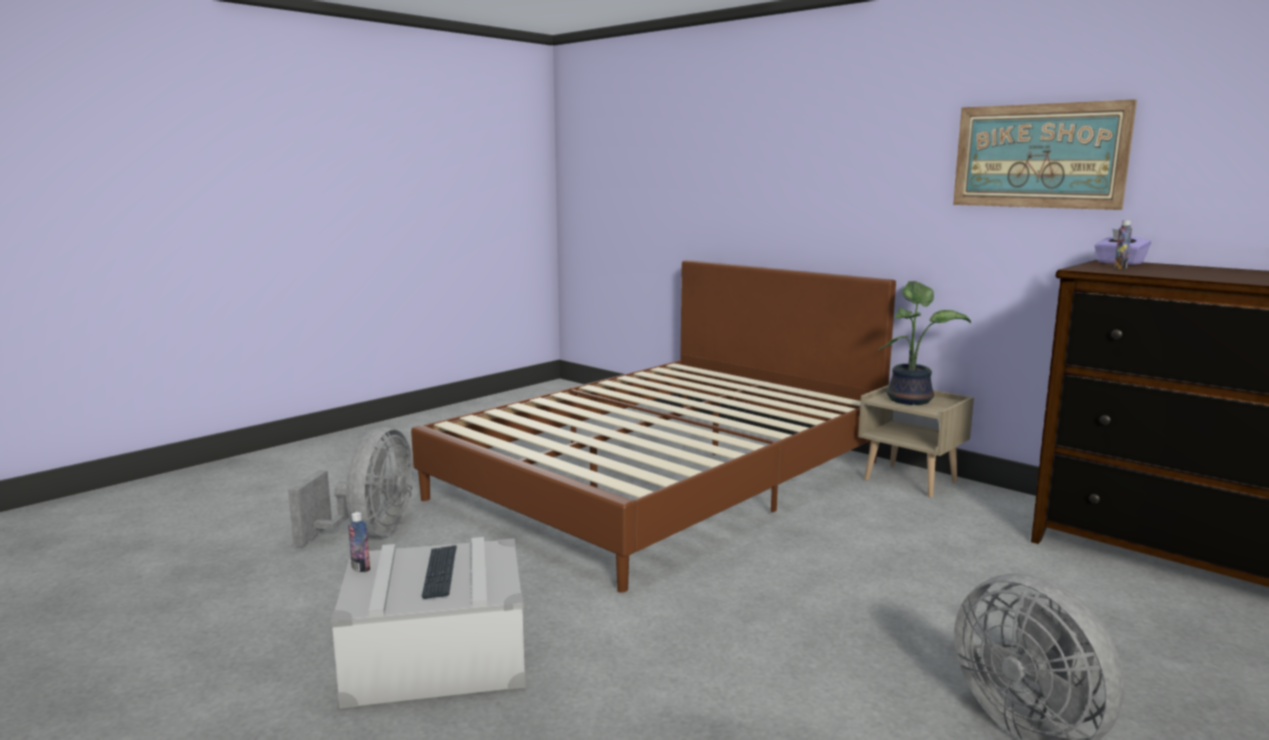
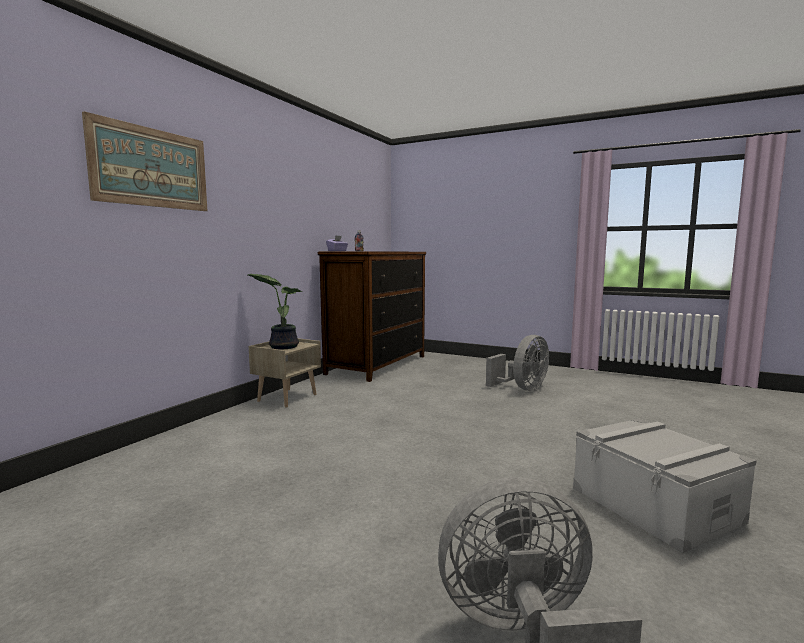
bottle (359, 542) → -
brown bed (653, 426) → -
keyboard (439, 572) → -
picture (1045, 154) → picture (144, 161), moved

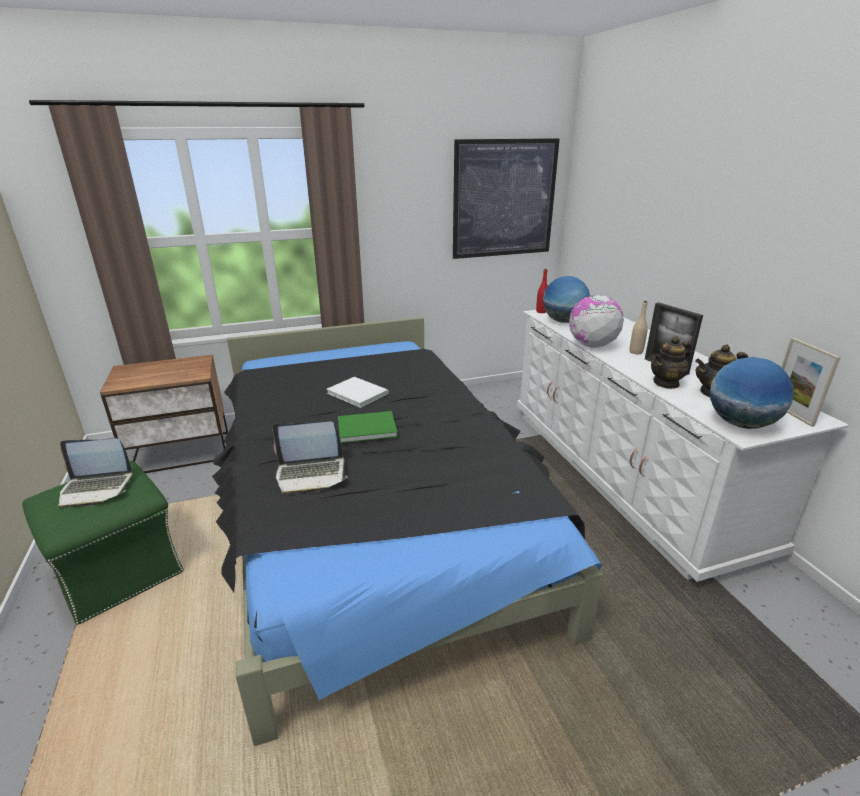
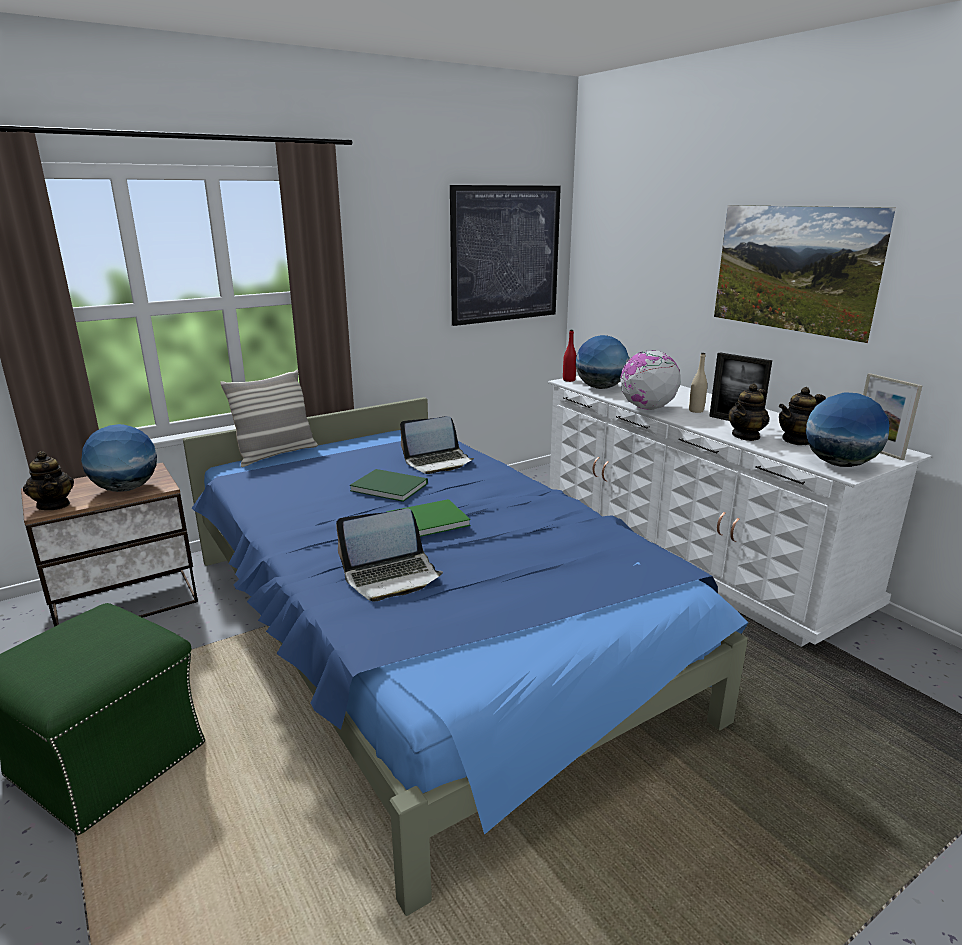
laptop (95, 473) → laptop (437, 445), moved
black bed (407, 531) → blue bed (466, 656)
white book (358, 392) → green book (389, 485)
- → teapot (48, 480)
- → globe (119, 458)
- → pillow (269, 418)
- → picture (805, 274)

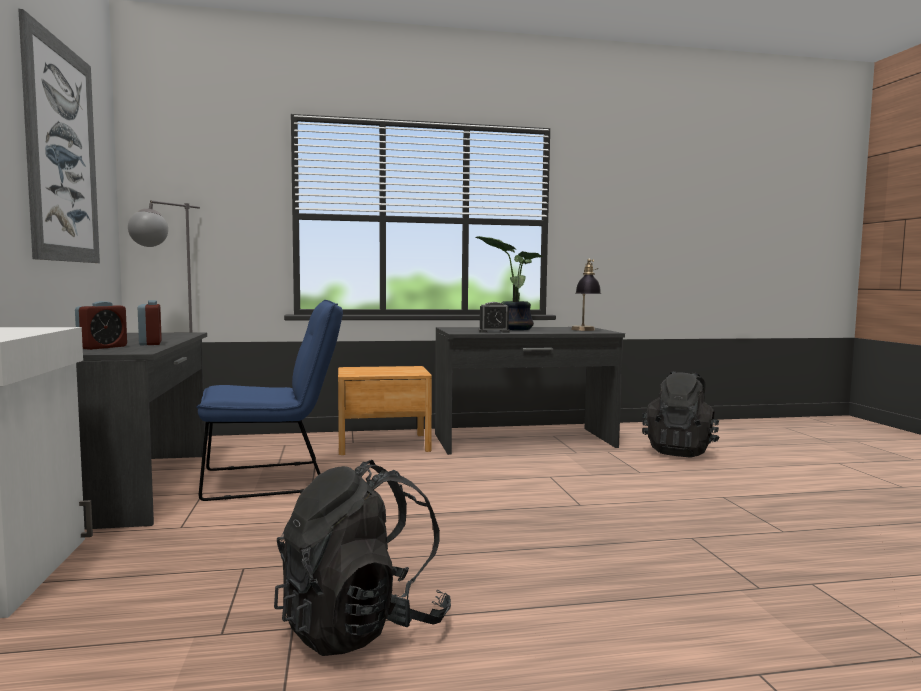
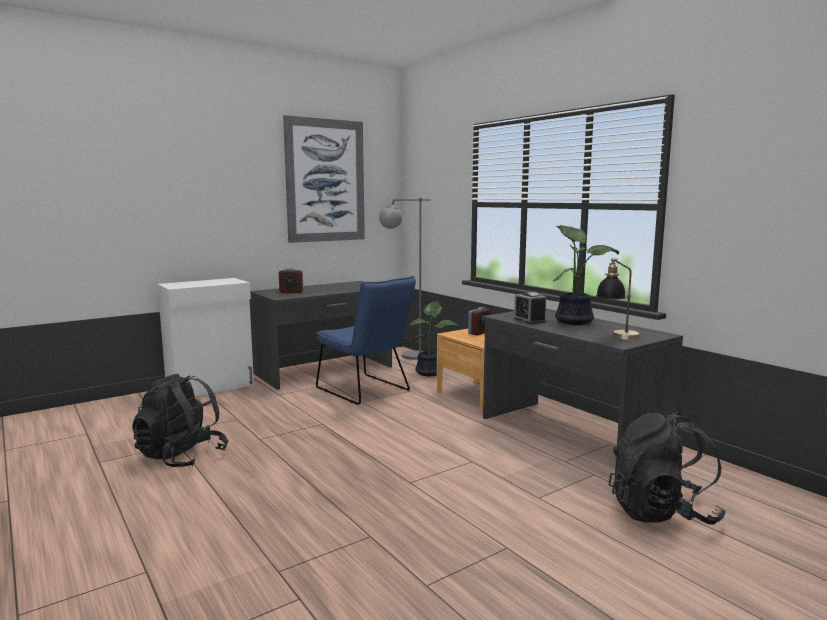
alarm clock (150, 322) → alarm clock (479, 321), moved
- → potted plant (433, 338)

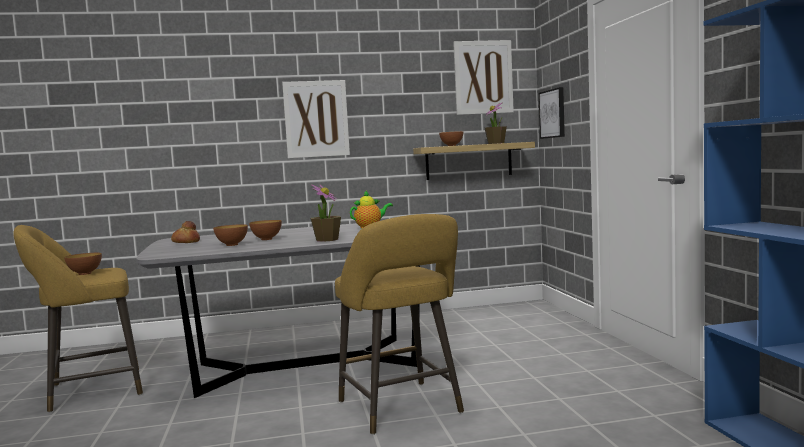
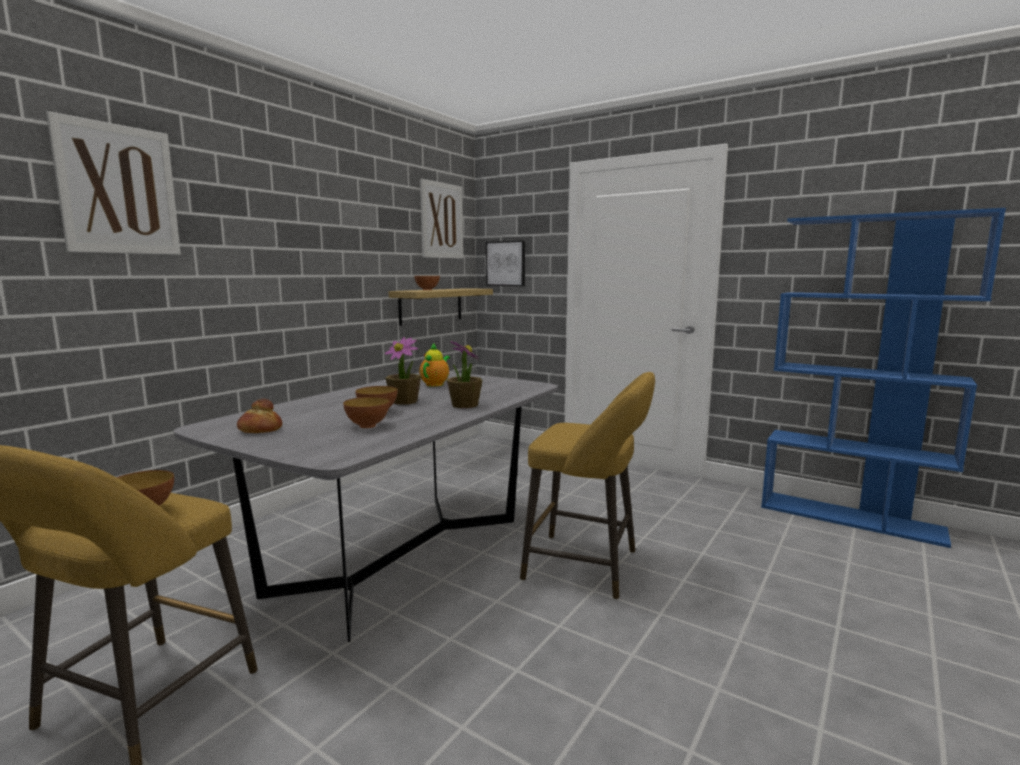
picture (316, 119) → picture (113, 183), moved
potted plant (496, 123) → potted plant (403, 371), moved

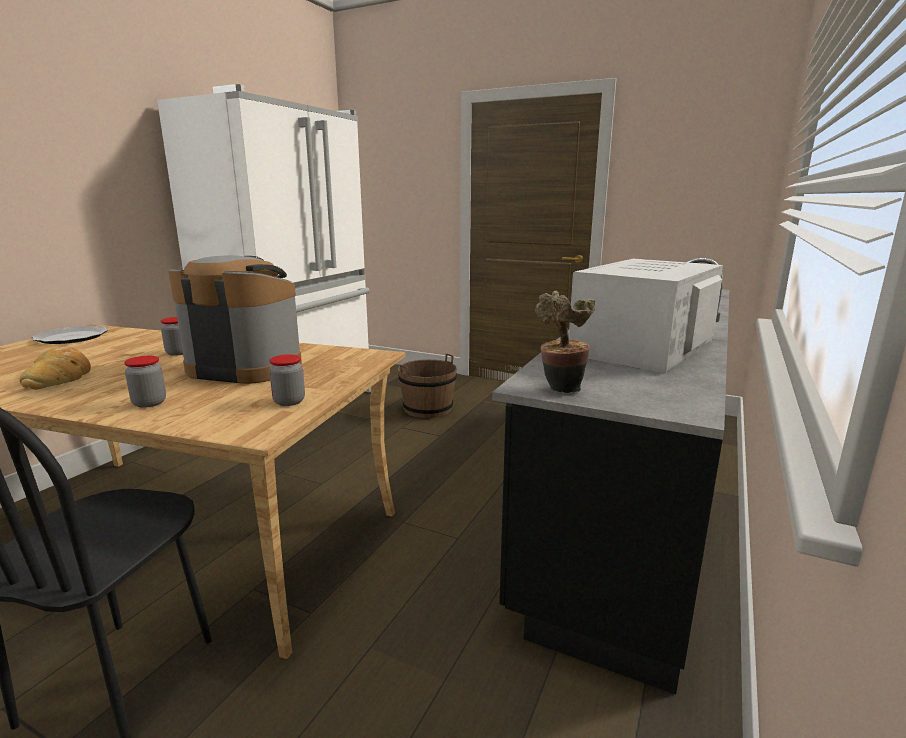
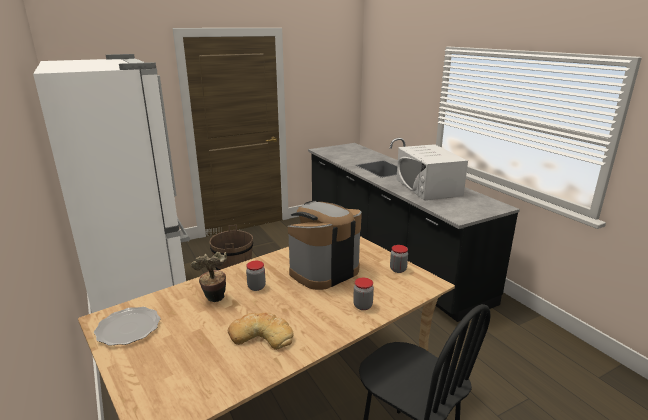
potted plant (565, 342) → potted plant (209, 277), moved

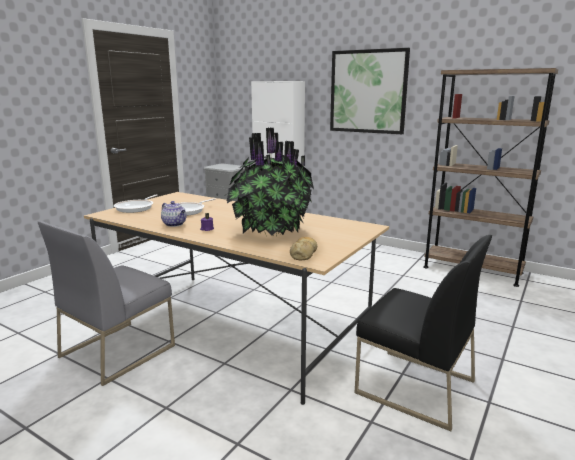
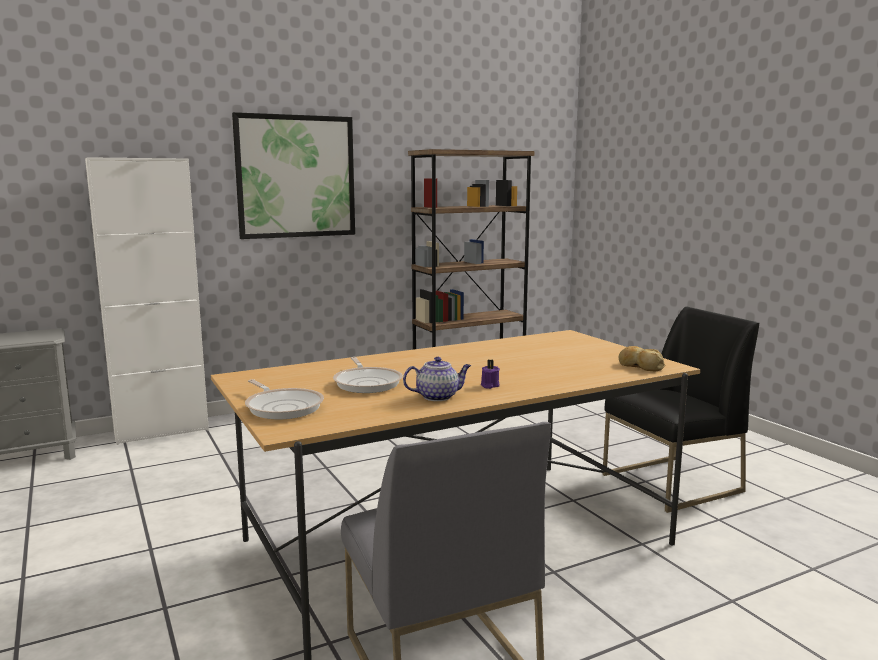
potted plant (270, 181) → -

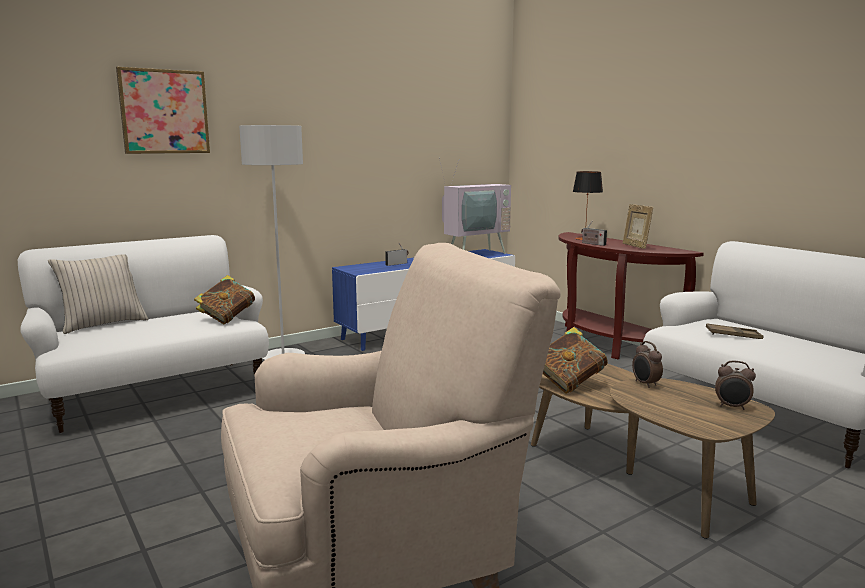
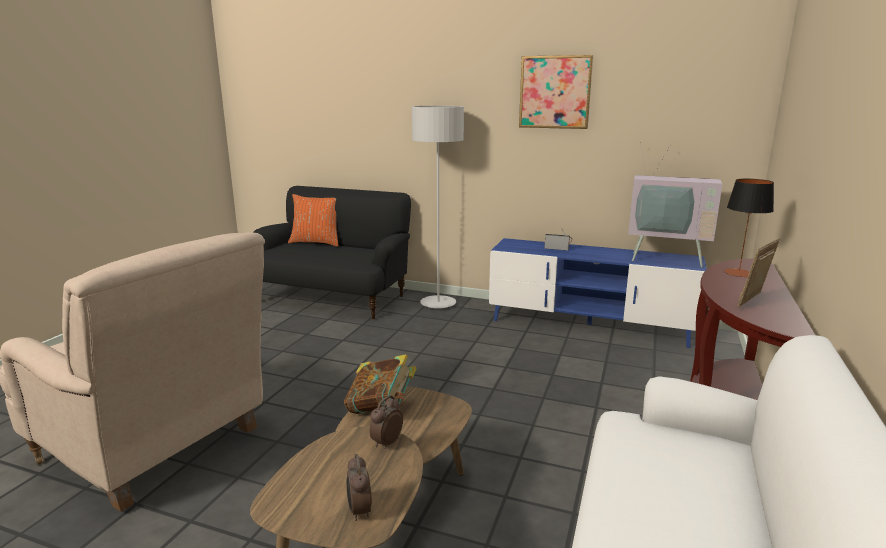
white sofa (143, 334) → black sofa (332, 253)
beige pillow (98, 294) → orange pillow (313, 220)
picture (163, 110) → picture (556, 92), moved
book (224, 299) → -
radio (594, 234) → -
brown tray (734, 331) → -

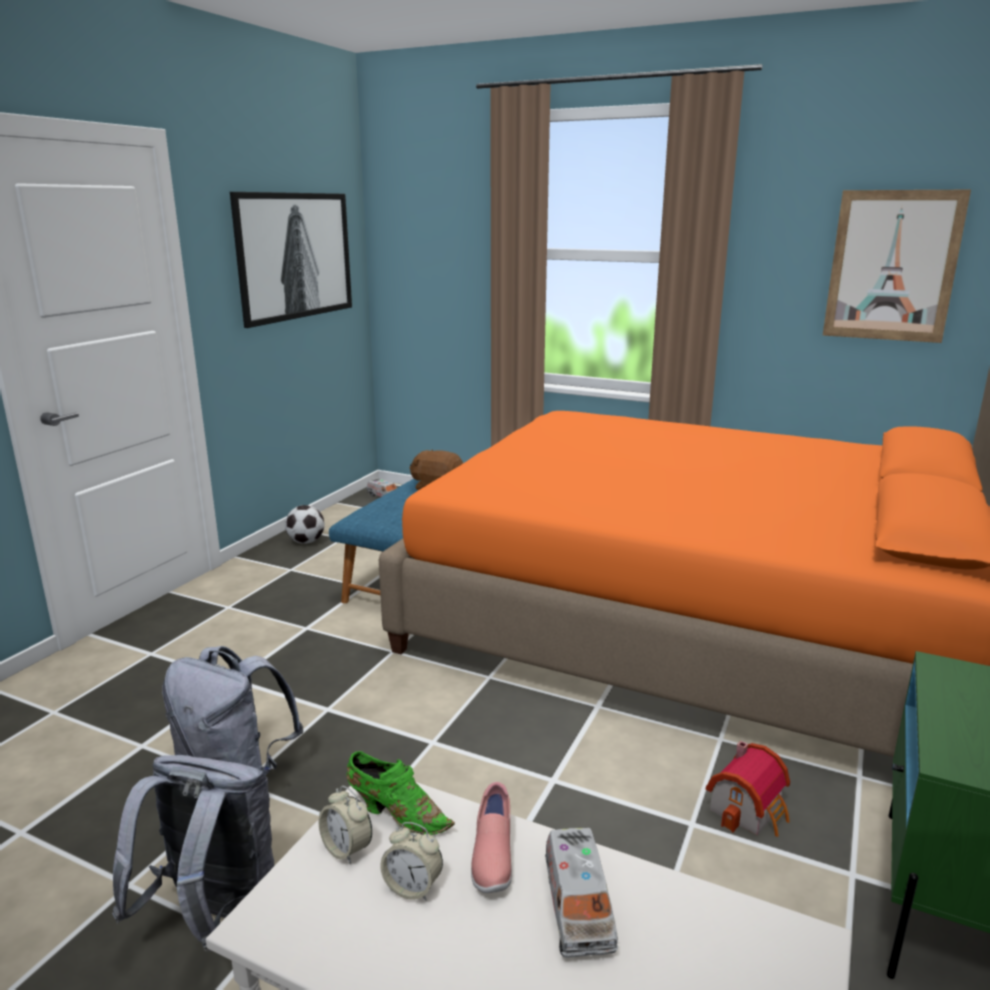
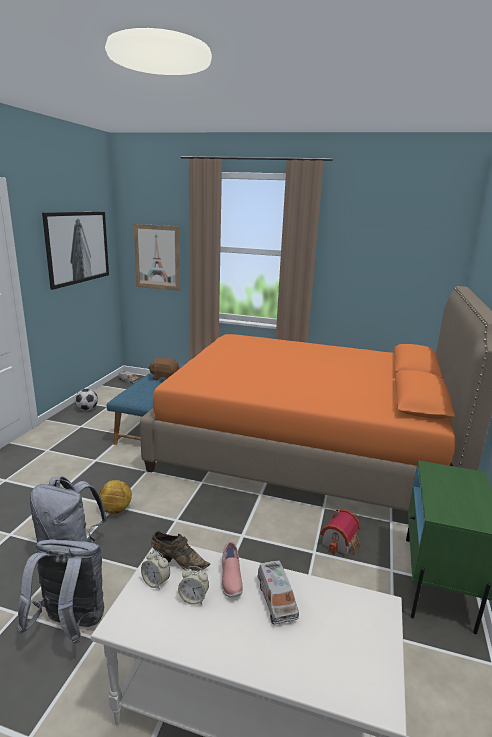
green shoe (400, 793) → brown shoe (180, 551)
picture (897, 266) → picture (157, 257), moved
- → football (115, 497)

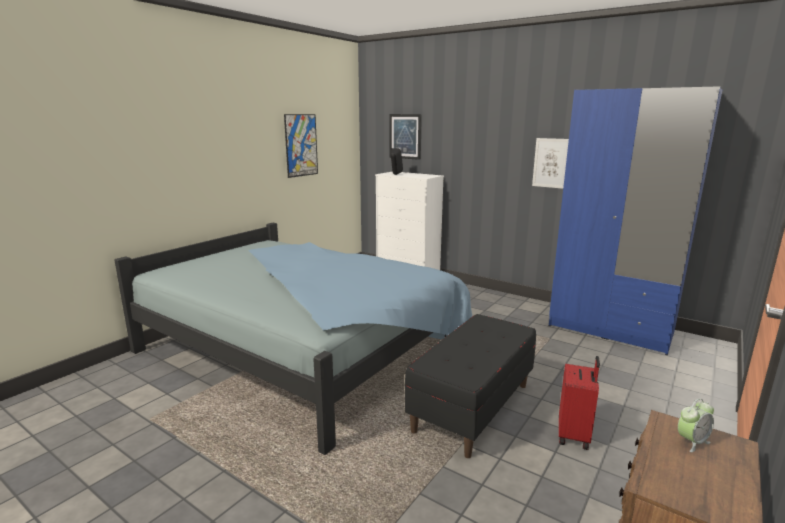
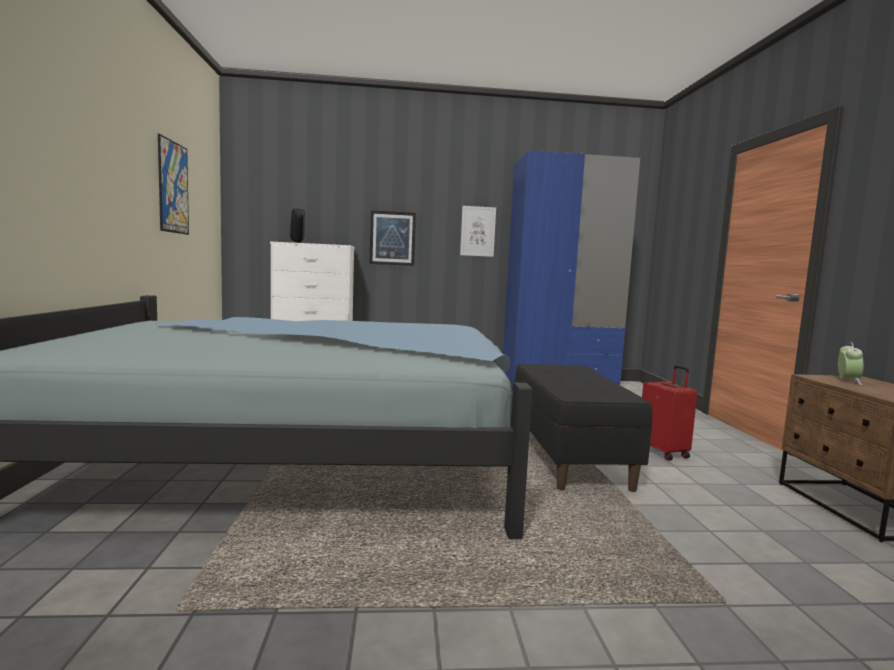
picture (406, 137) → picture (392, 238), moved

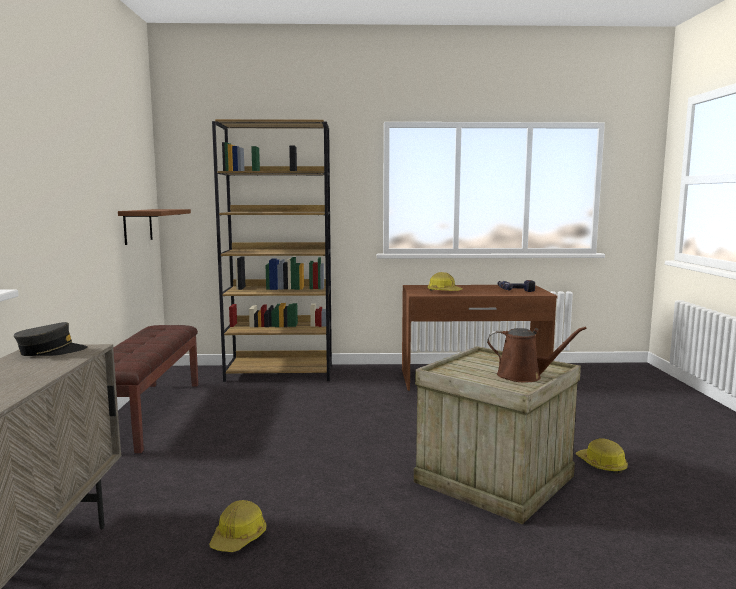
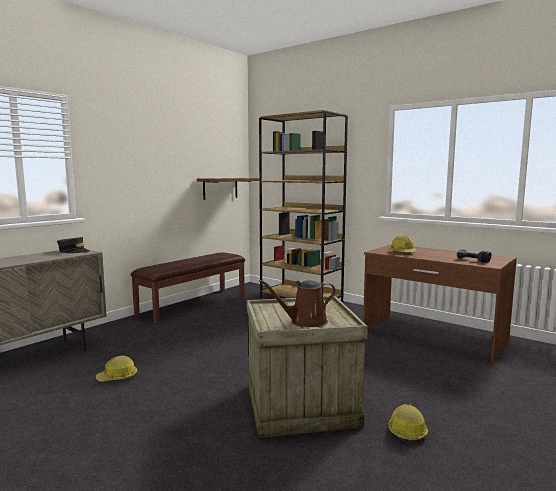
brown watering can (537, 355) → brown watering can (297, 303), 105 degrees clockwise

